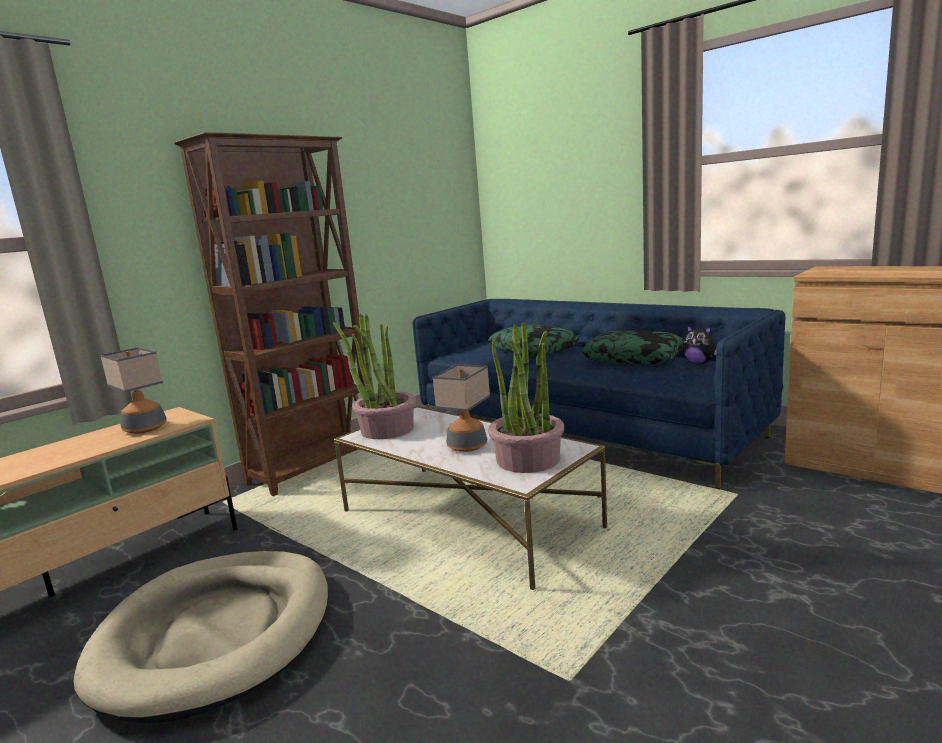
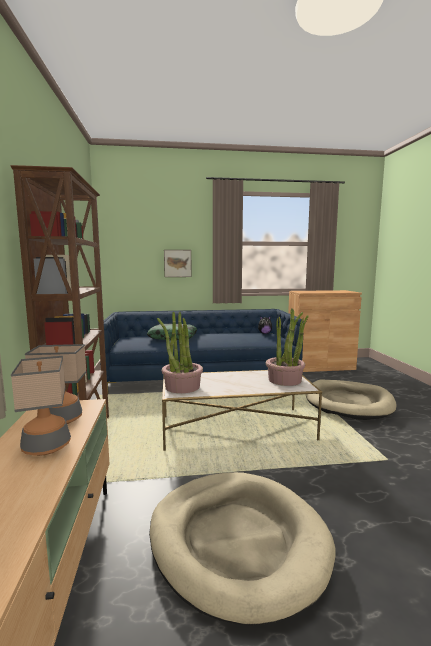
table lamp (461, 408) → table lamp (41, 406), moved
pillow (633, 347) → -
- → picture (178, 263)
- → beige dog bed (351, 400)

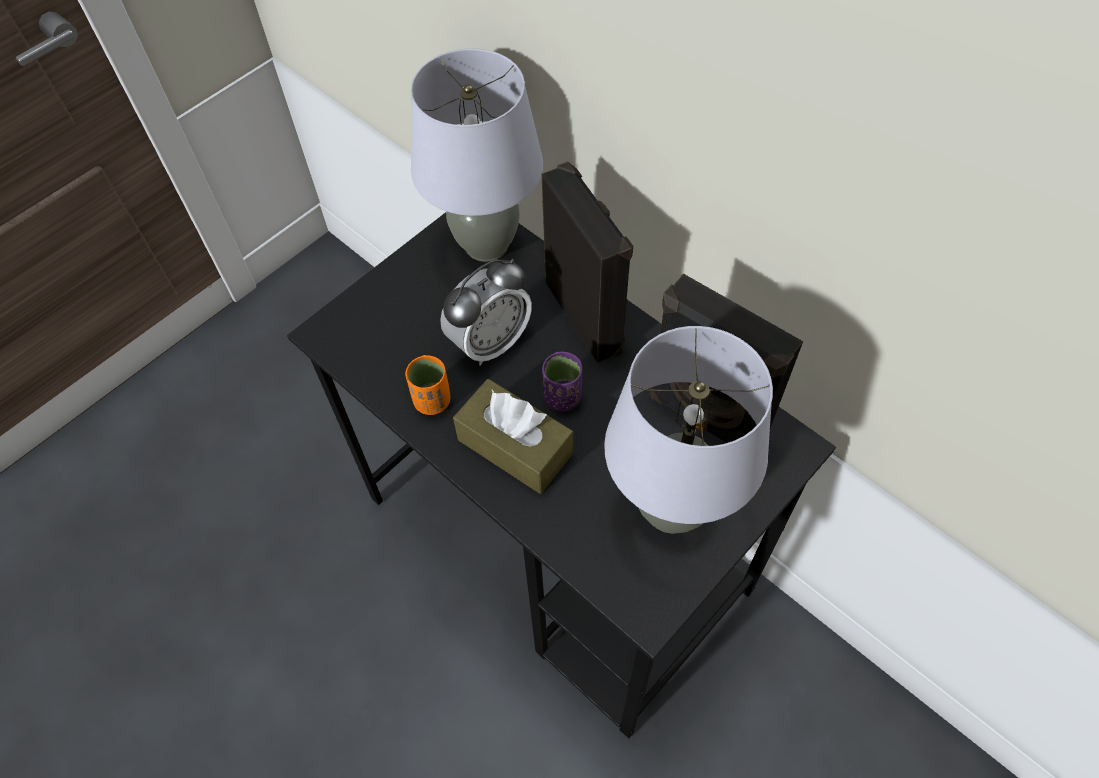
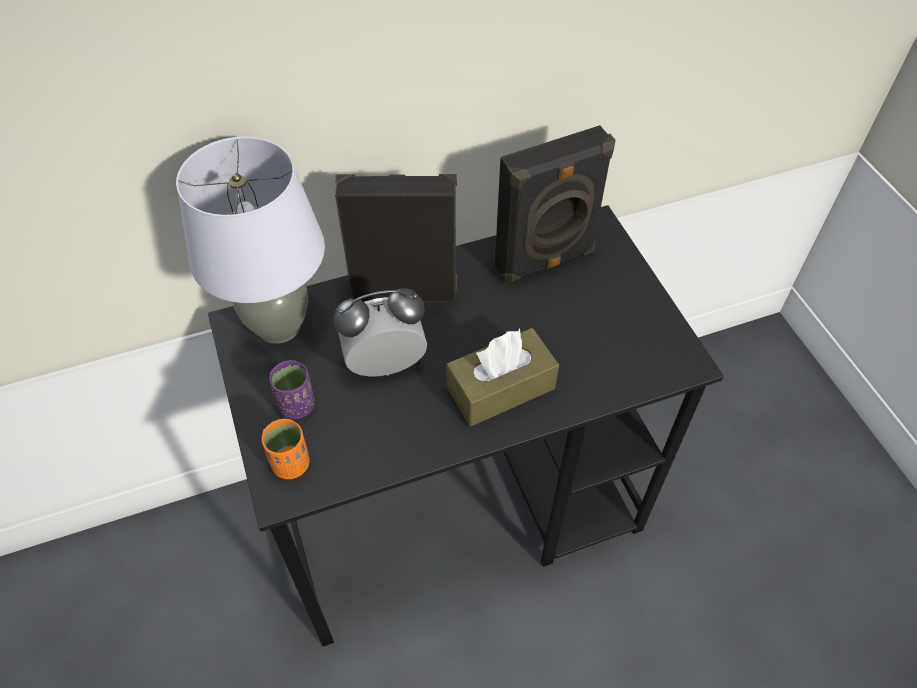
orange cup (428, 385) → orange cup (286, 449), moved
alarm clock (486, 312) → alarm clock (380, 332), 90 degrees counterclockwise
purple cup (562, 381) → purple cup (292, 389), moved
grey table lamp (688, 430) → -

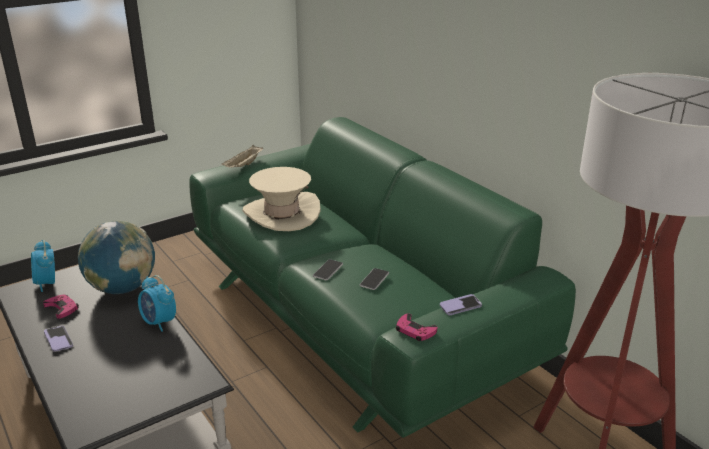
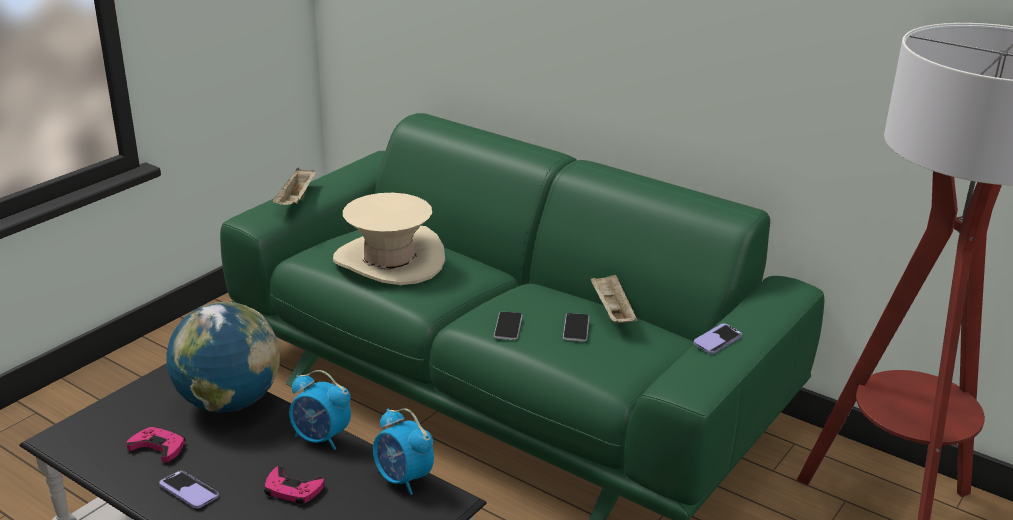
alarm clock (43, 266) → alarm clock (403, 451), moved
pink game controller (416, 327) → pink game controller (294, 485), moved
- → beige tray (613, 298)

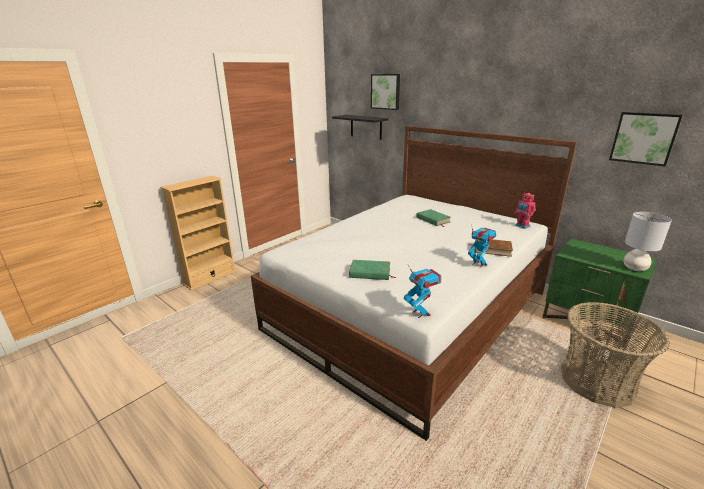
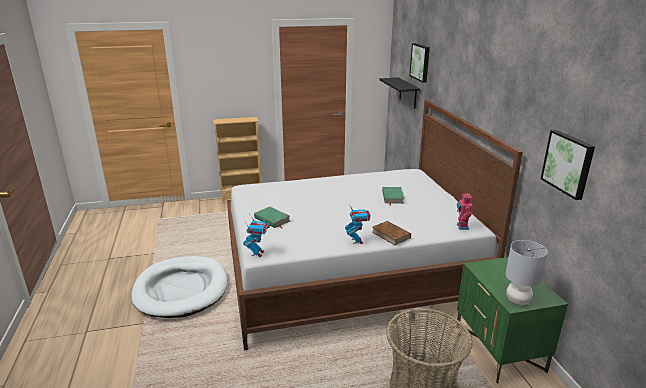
- → white dog bed (179, 287)

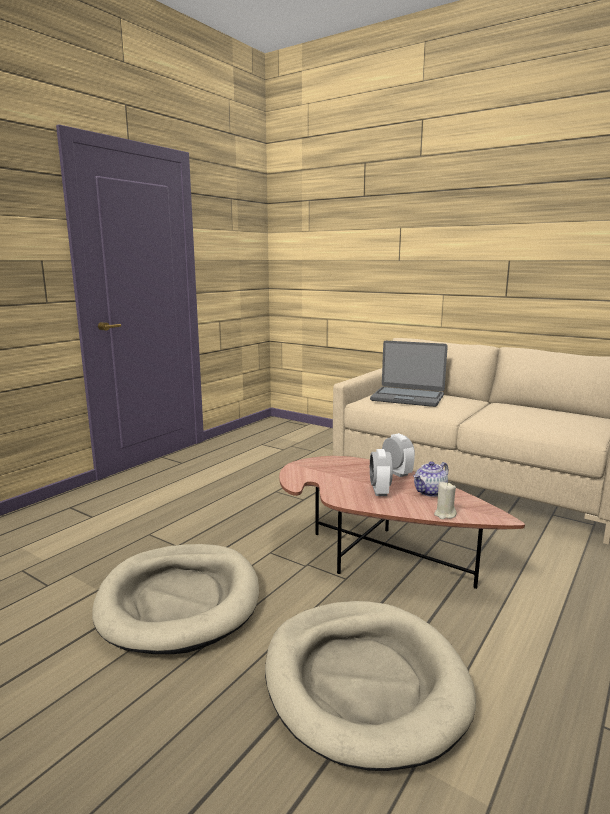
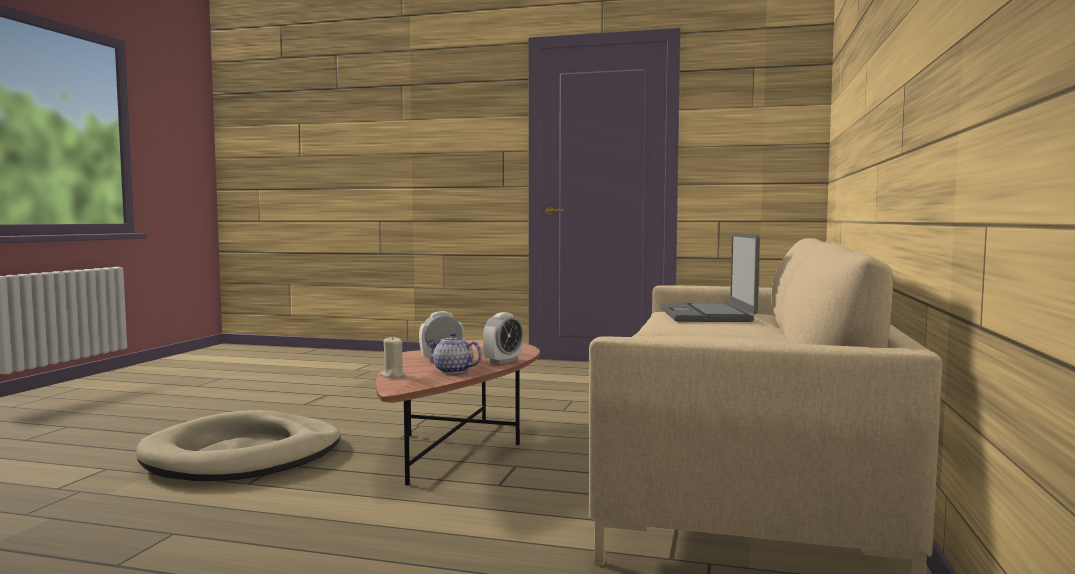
beige dog bed (175, 599) → -

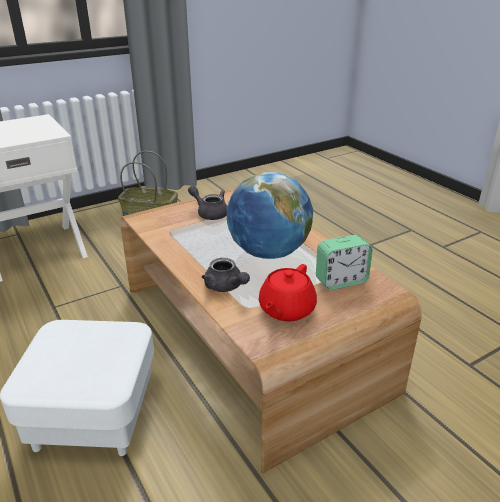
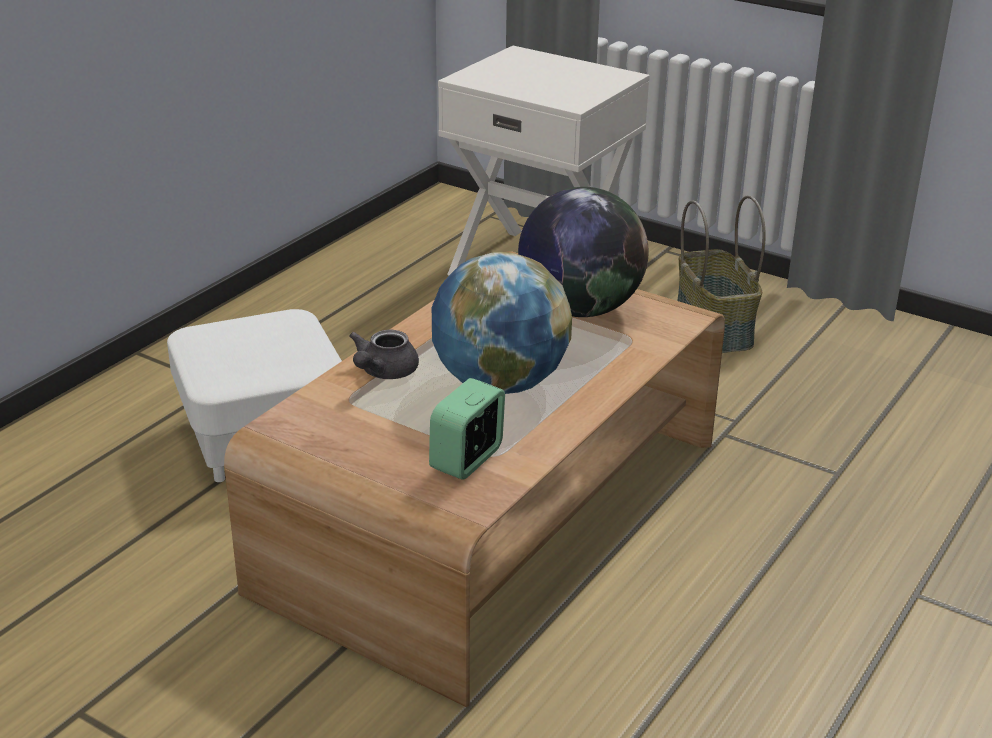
grey teapot (207, 203) → globe (583, 252)
red teapot (288, 292) → -
alarm clock (344, 262) → alarm clock (467, 429), 75 degrees clockwise

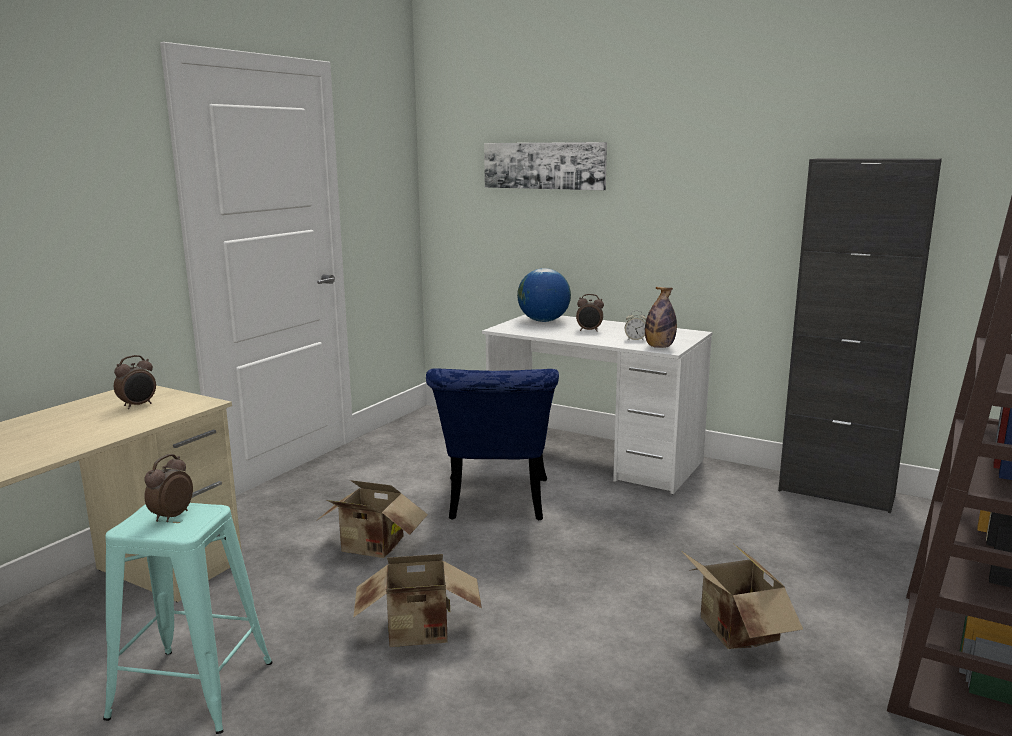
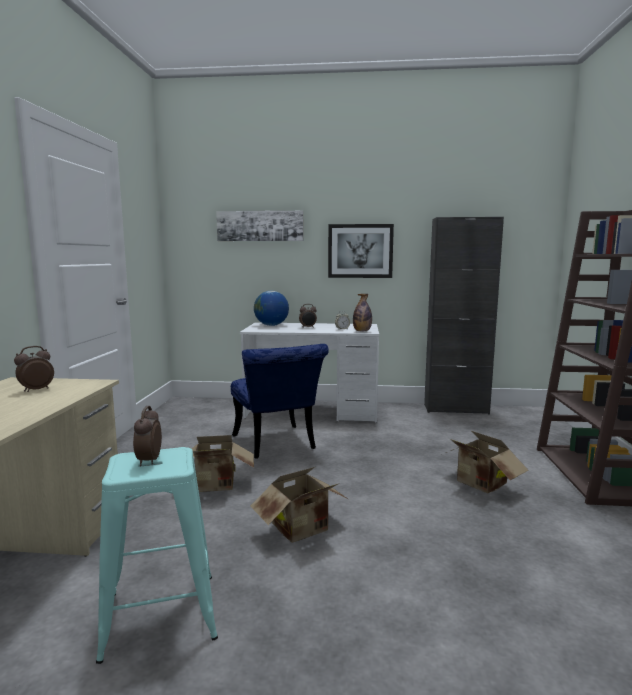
alarm clock (135, 382) → alarm clock (34, 369), 150 degrees counterclockwise
- → picture (361, 251)

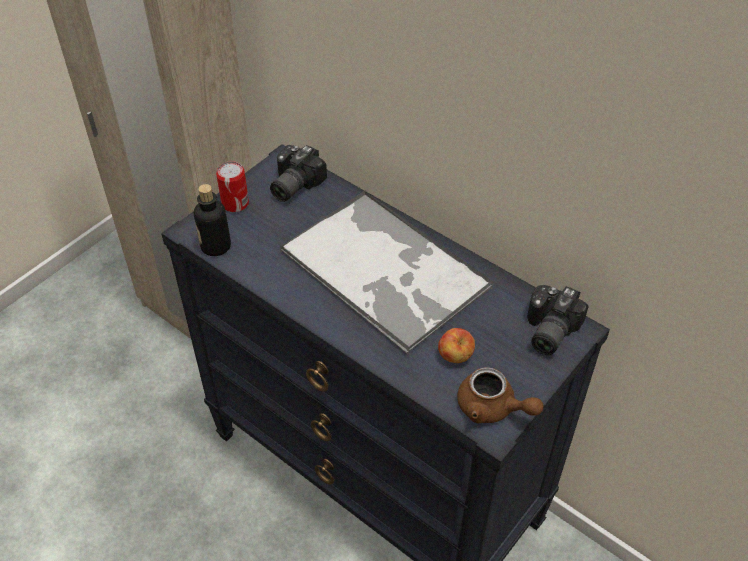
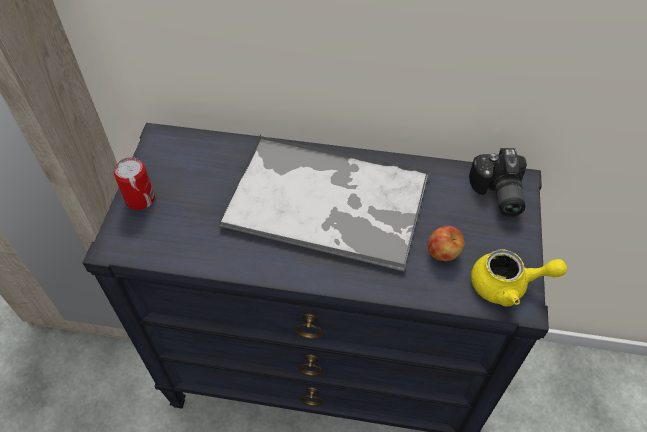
bottle (212, 220) → -
photo camera (298, 173) → -
brown teapot (500, 395) → yellow teapot (519, 278)

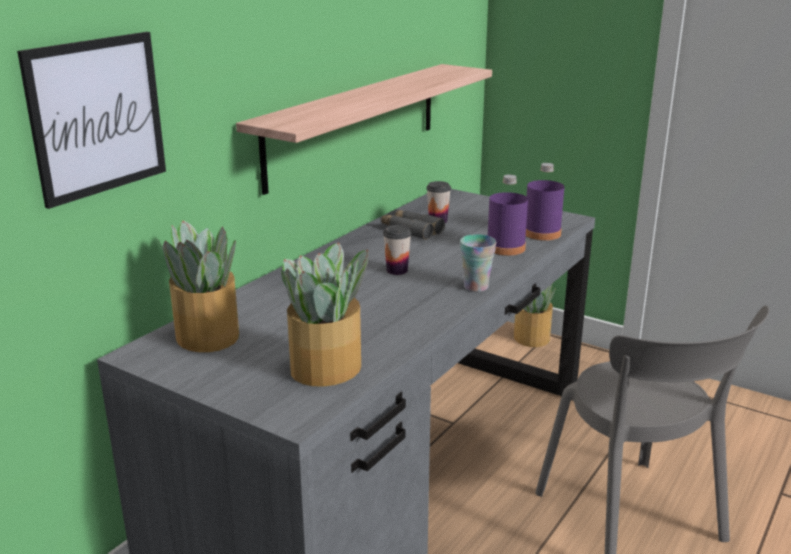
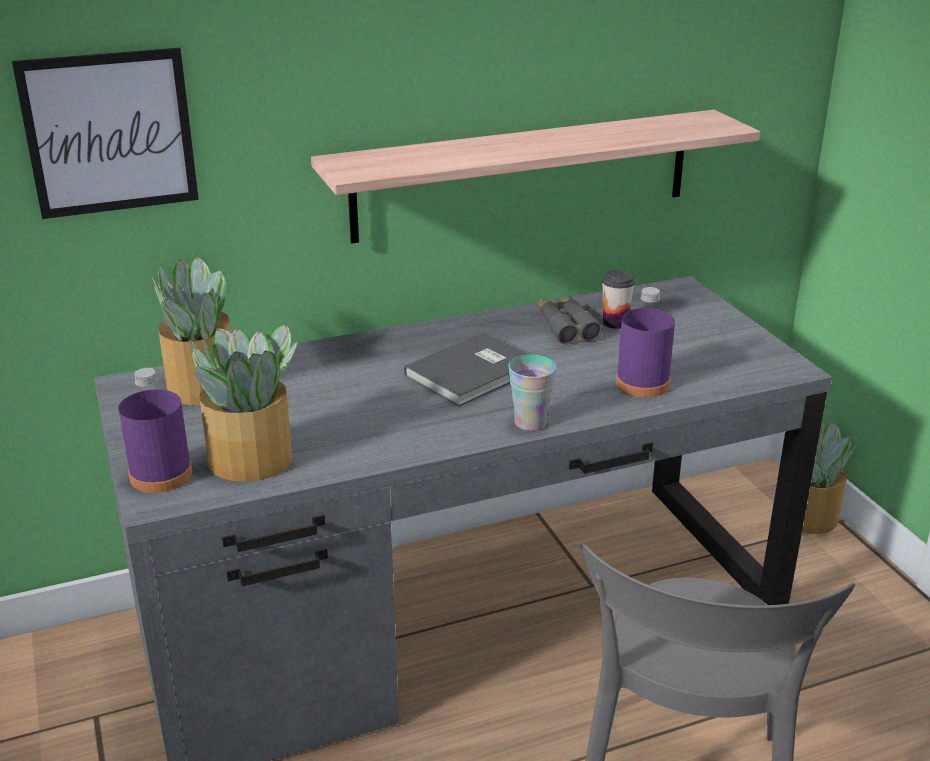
cup (397, 250) → grey book (467, 369)
purple bottle (545, 202) → purple bottle (155, 430), moved

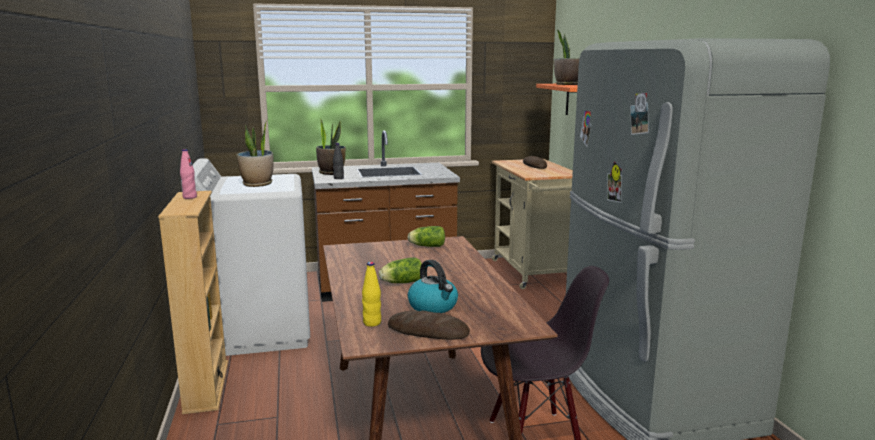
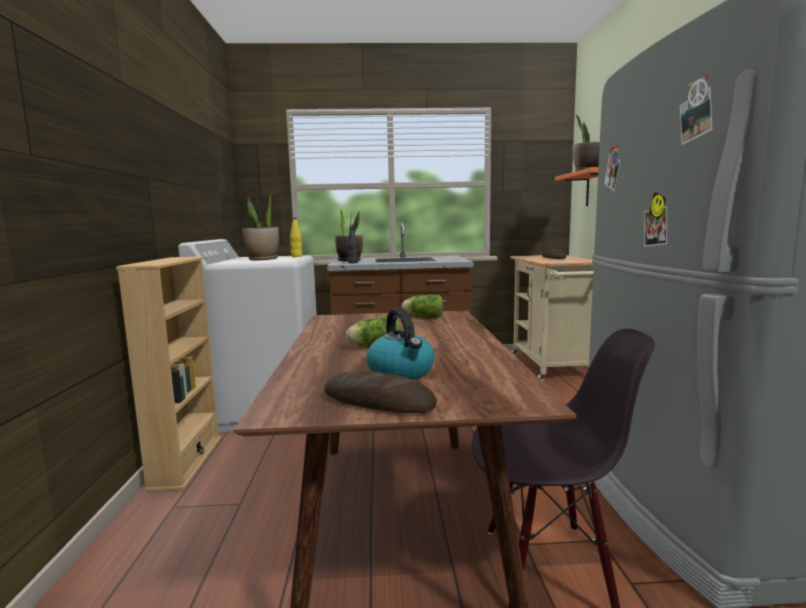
pink bottle (188, 174) → -
yellow bottle (371, 294) → yellow bottle (296, 237), moved

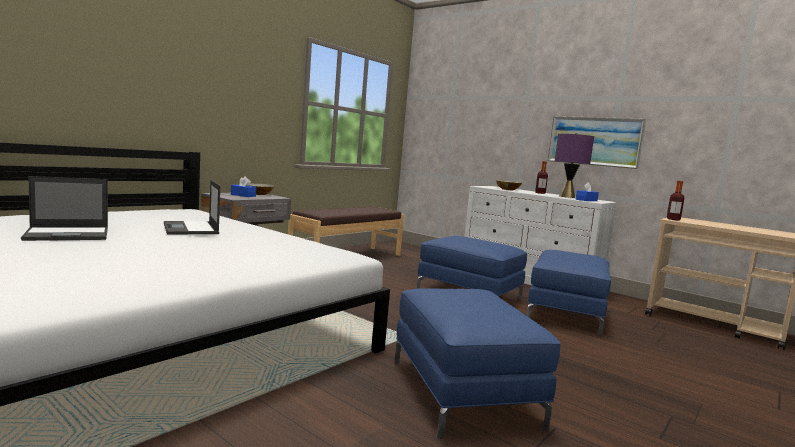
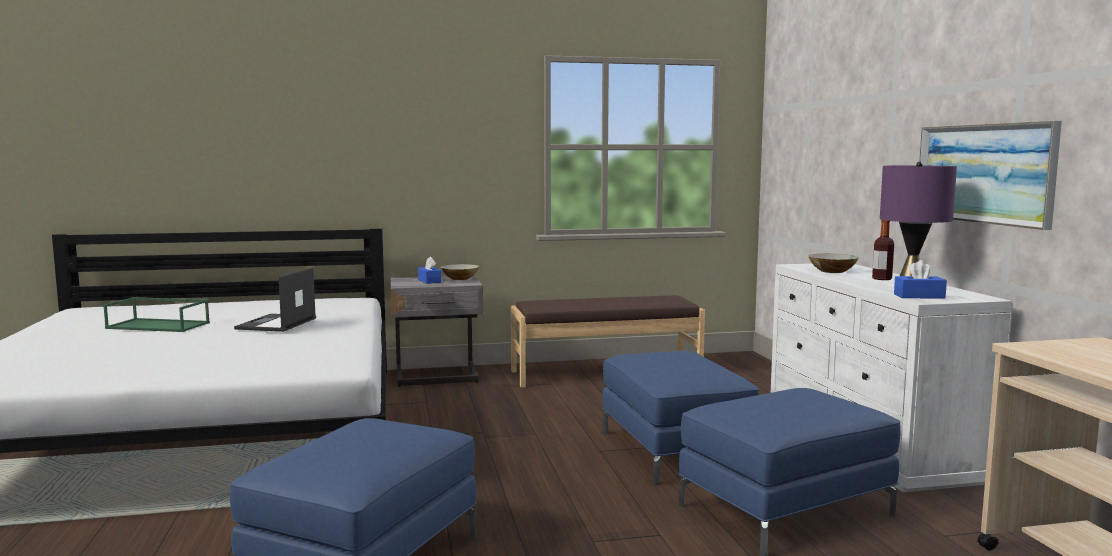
laptop (64, 208) → green tray (156, 314)
bottle (675, 200) → -

